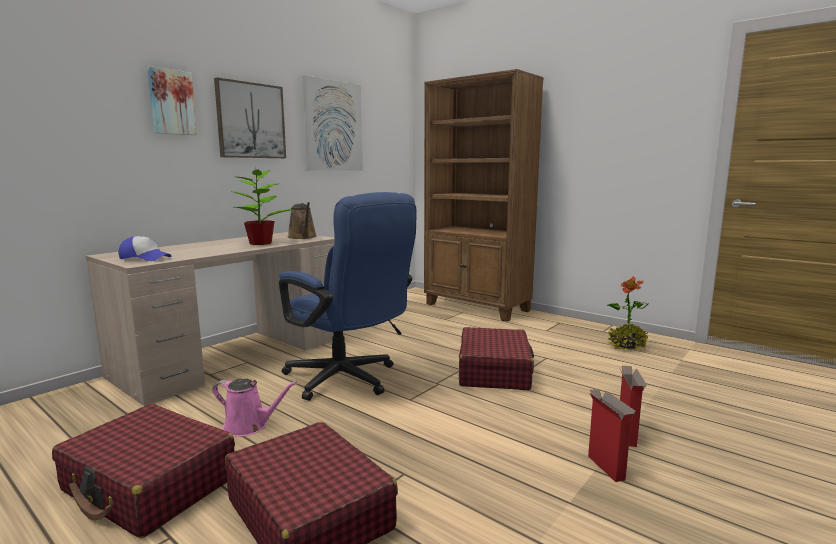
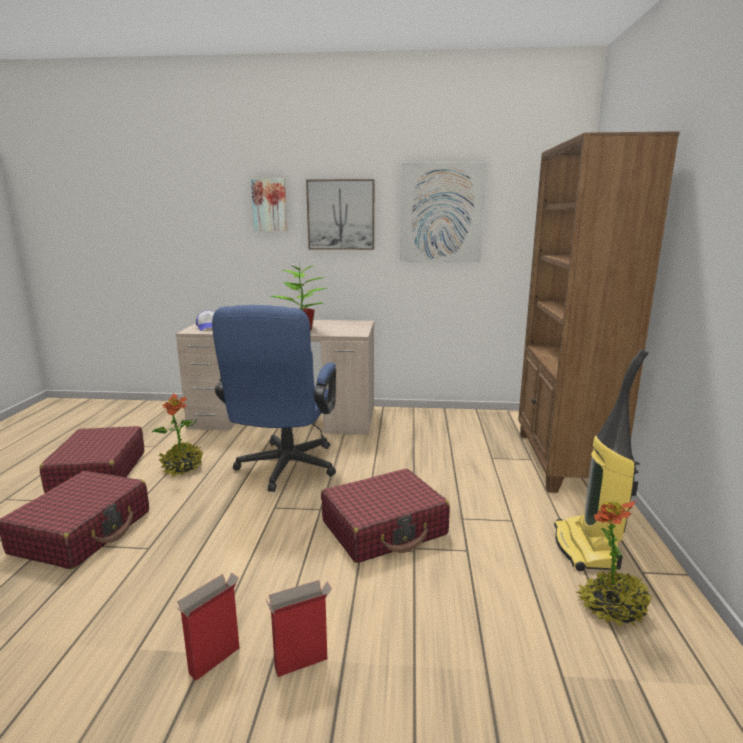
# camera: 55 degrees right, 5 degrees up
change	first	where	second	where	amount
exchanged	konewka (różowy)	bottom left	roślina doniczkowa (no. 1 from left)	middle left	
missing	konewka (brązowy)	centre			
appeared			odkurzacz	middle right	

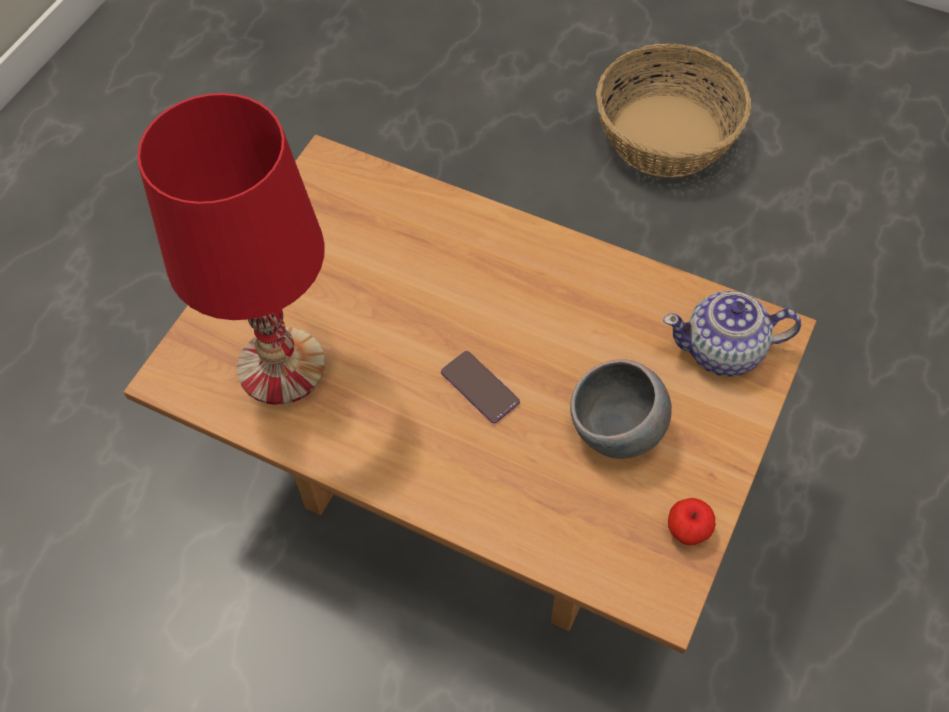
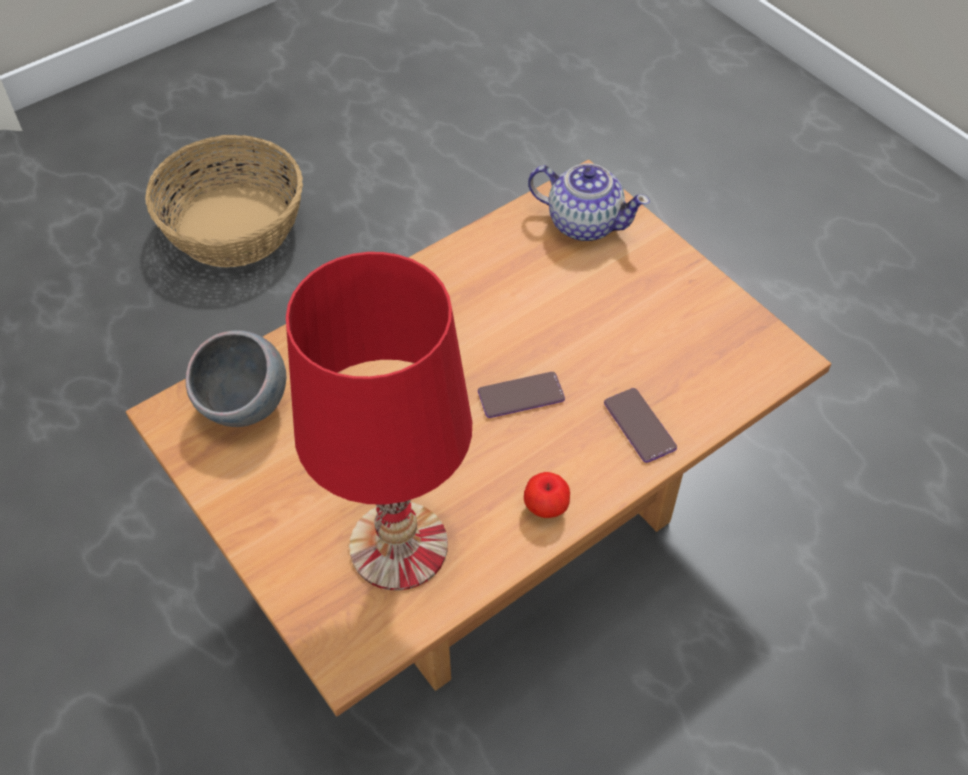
# camera: 65 degrees left, 5 degrees down
change	first	where	second	where	amount
relocated	miska (szary)	centre		middle left	
spun	imbryk	middle right		top centre	90 degrees counterclockwise
relocated	jabłko	bottom right		centre	
appeared			telefon (no. 2 from left)	centre	

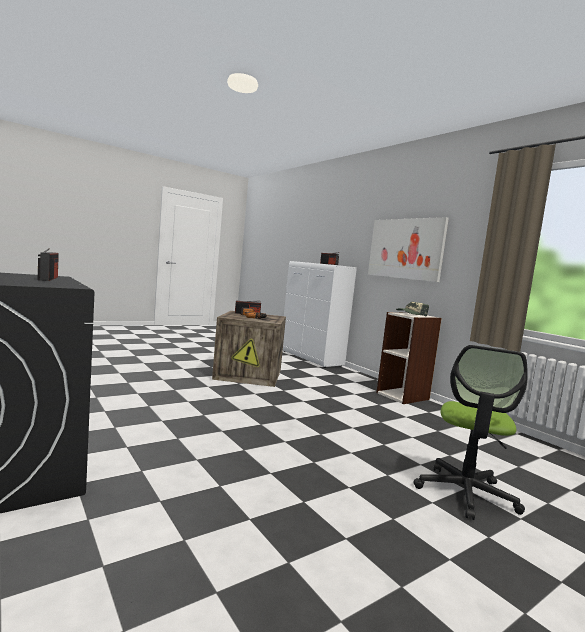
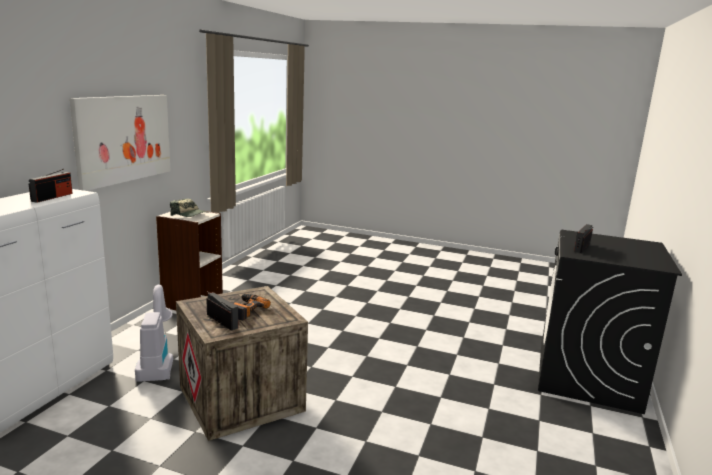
# camera: 125 degrees left, 10 degrees up
change	first	where	second	where	amount
missing	krzesło biurowe	bottom right			
appeared			odkurzacz	bottom left	

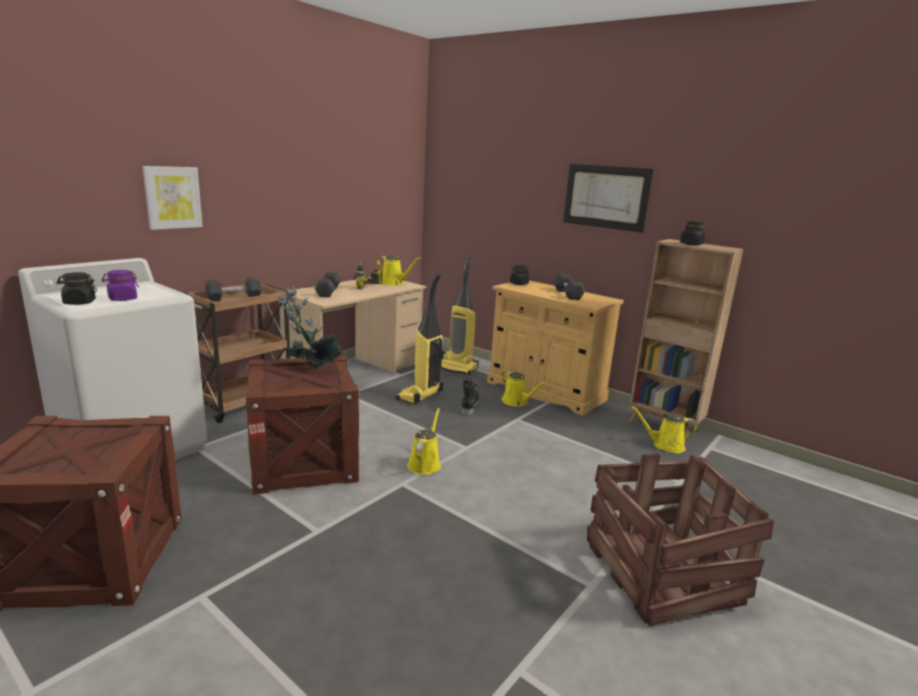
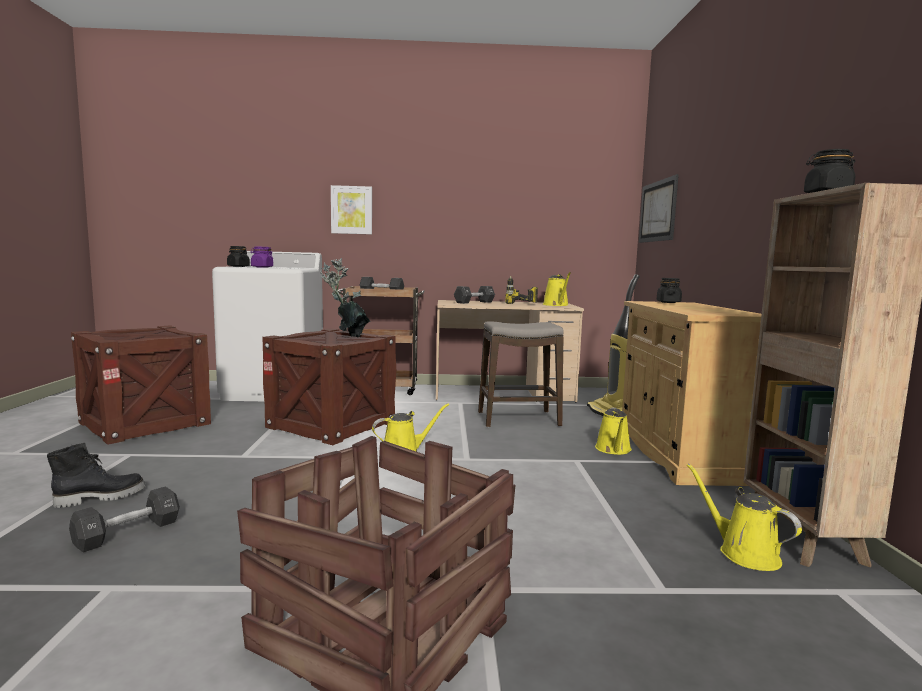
# camera: 50 degrees right, 10 degrees down
change	first	where	second	where	amount
exchanged	odkurzacz (no. 1 from left)	centre	stołek	centre	
relocated	but z cholewką (czarny)	centre		bottom left	
relocated	hantel (czarny) (no. 3 from left in the first image)	centre	hantel (czarny) (no. 1 from left)	bottom left	
relocated	obraz (no. 2 from left)	top centre		top right	

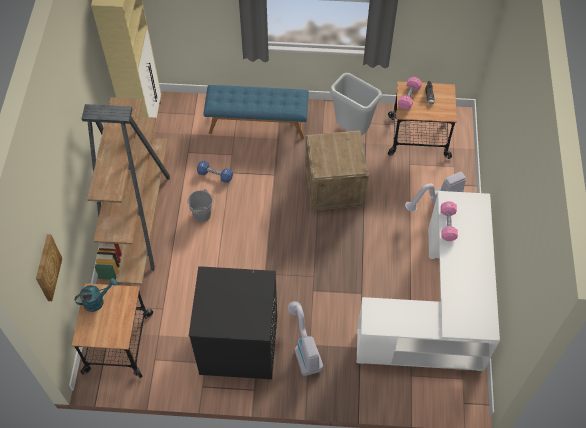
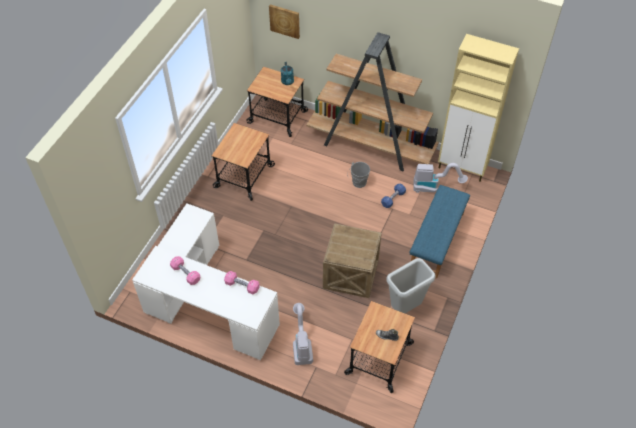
# camera: 110 degrees right, 5 degrees down
change	first	where	second	where	amount
exchanged	pralka (czarny)	bottom centre	wózek (no. 1 from left)	centre	
relocated	odkurzacz (no. 1 from left in the first image)	bottom centre	odkurzacz (no. 2 from left)	middle right	
relocated	hantel (różowy) (no. 1 from left)	top right		middle left	

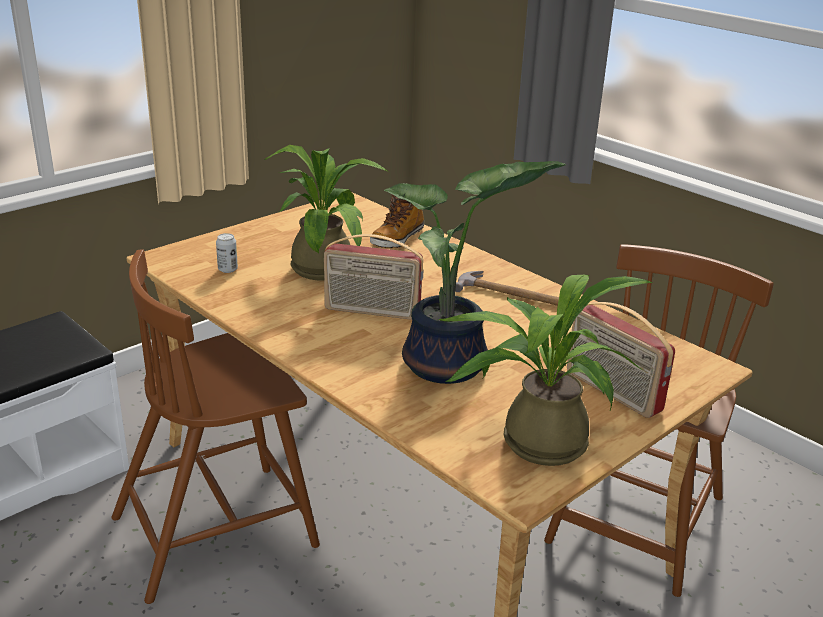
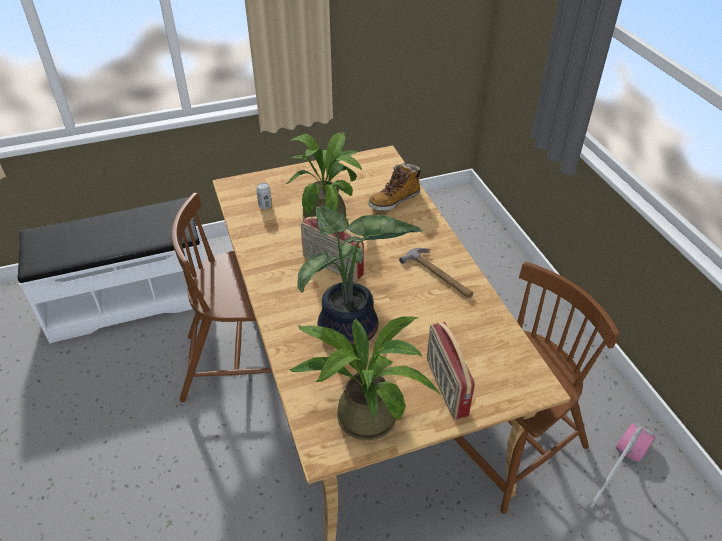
# camera: 25 degrees right, 15 degrees up
change	first	where	second	where	amount
appeared			odkurzacz	bottom right	

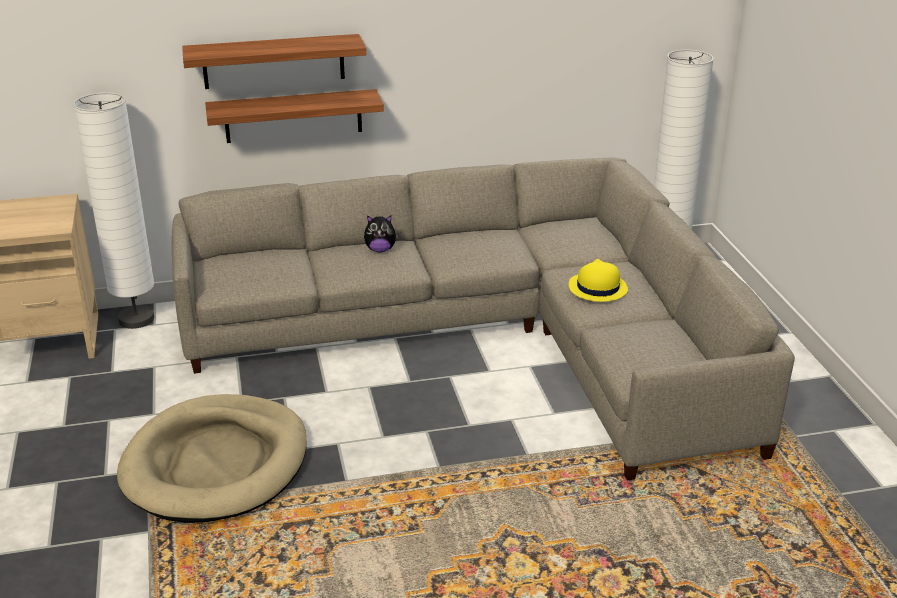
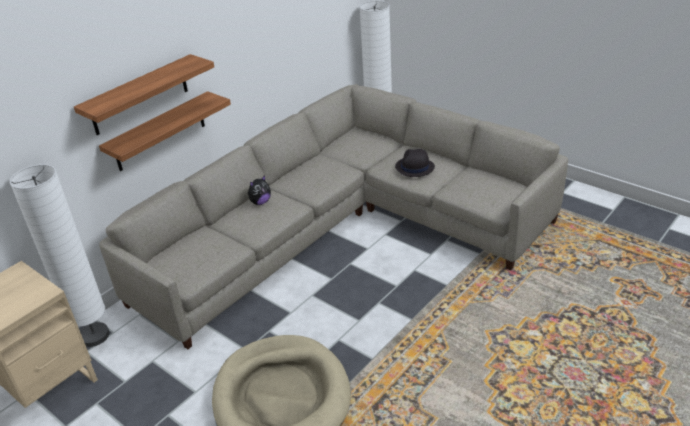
# camera: 35 degrees left, 5 degrees up
change	first	where	second	where	amount
colour	kapelusz (żółty)	middle right	kapelusz (czarny)	centre	

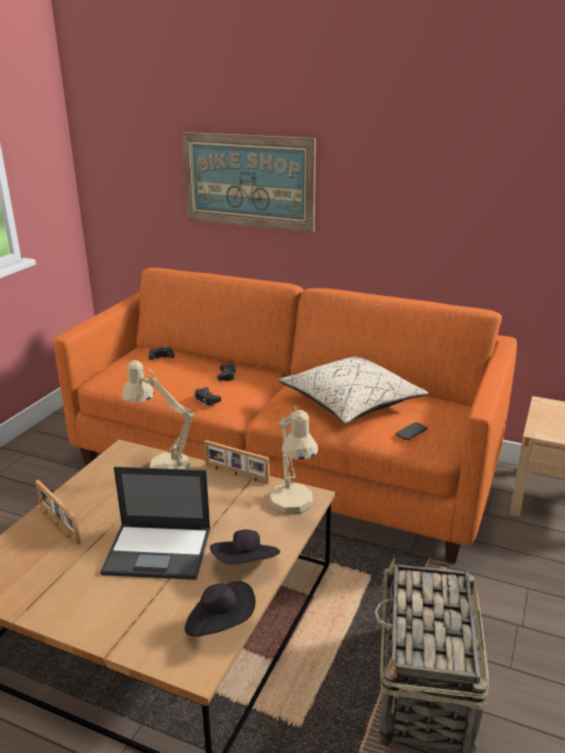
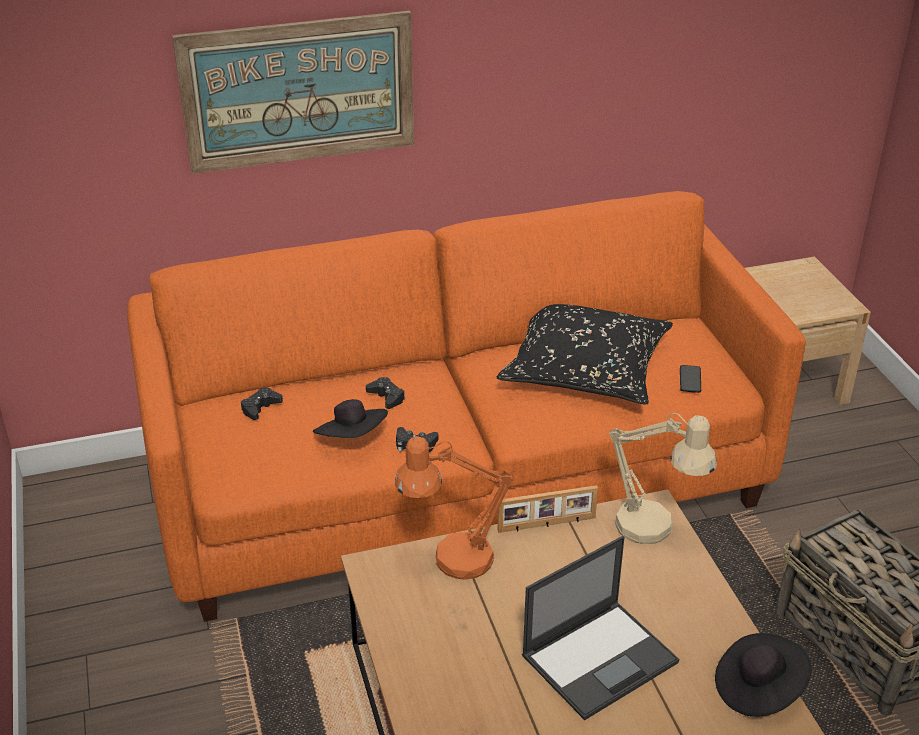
# camera: 40 degrees left, 10 degrees up
change	first	where	second	where	amount
missing	ramka na zdjęcie (no. 1 from left)	bottom left			
colour	lampa stołowa (beżowy) (no. 1 from left)	middle left	lampa stołowa (pomarańczowy)	bottom centre	
relocated	kapelusz (czarny) (no. 2 from left in the first image)	bottom centre	kapelusz (czarny) (no. 1 from left)	centre	
colour	poduszka (beżowy)	centre	poduszka (czarny)	centre	

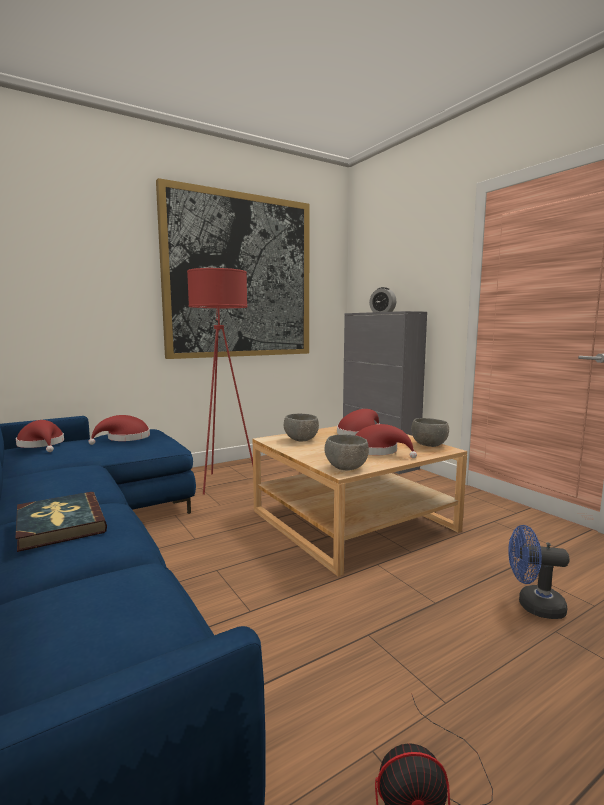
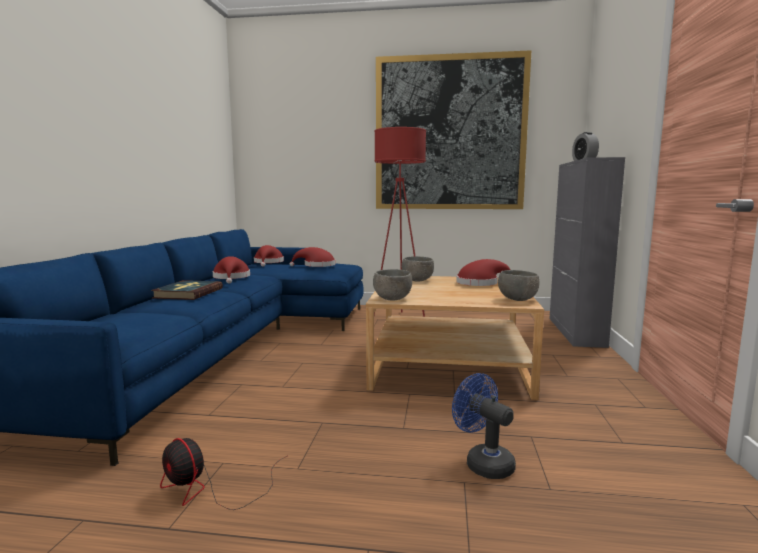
# camera: 40 degrees right, 0 degrees up
change	first	where	second	where	amount
relocated	kapelusz (czerwony) (no. 4 from left in the first image)	centre	kapelusz (czerwony) (no. 1 from left)	middle left	

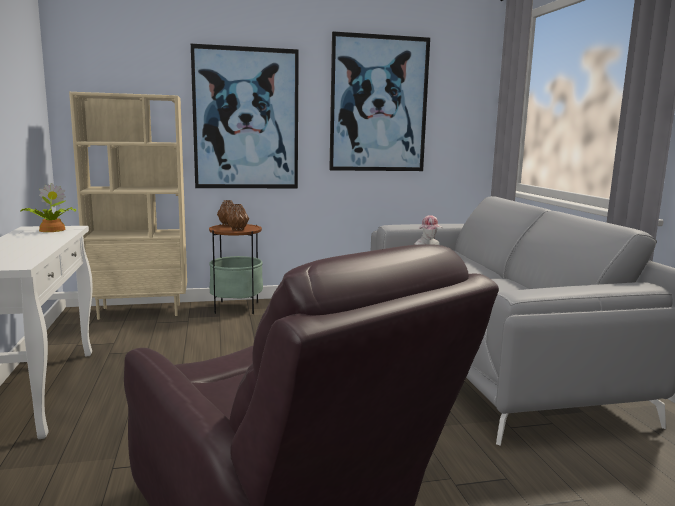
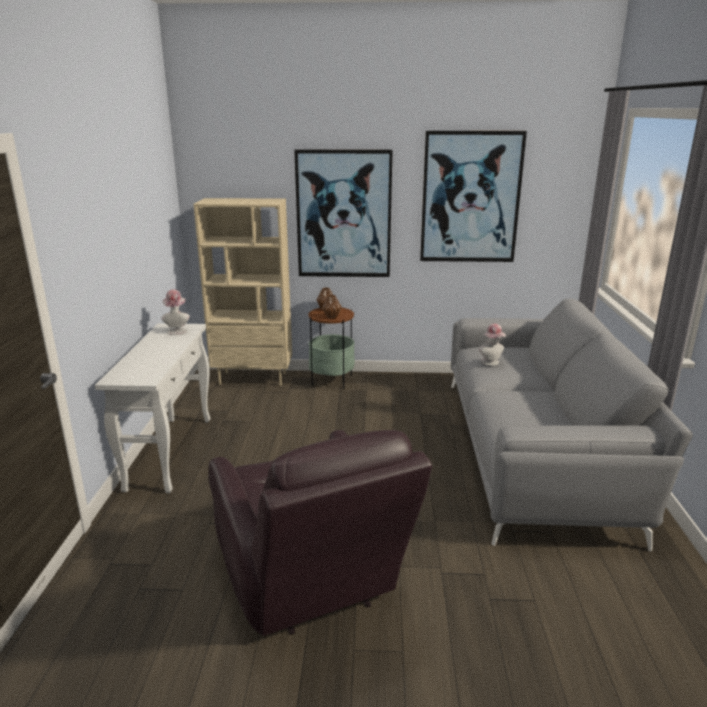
# camera: 15 degrees right, 10 degrees up
change	first	where	second	where	amount
exchanged	roślina doniczkowa	middle left	kapelusz (no. 1 from left)	middle left	

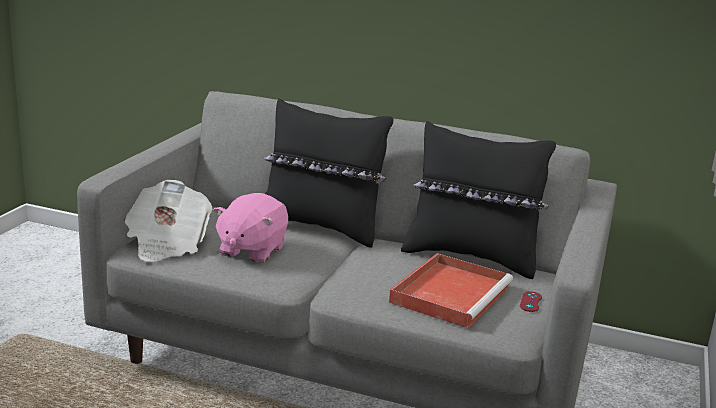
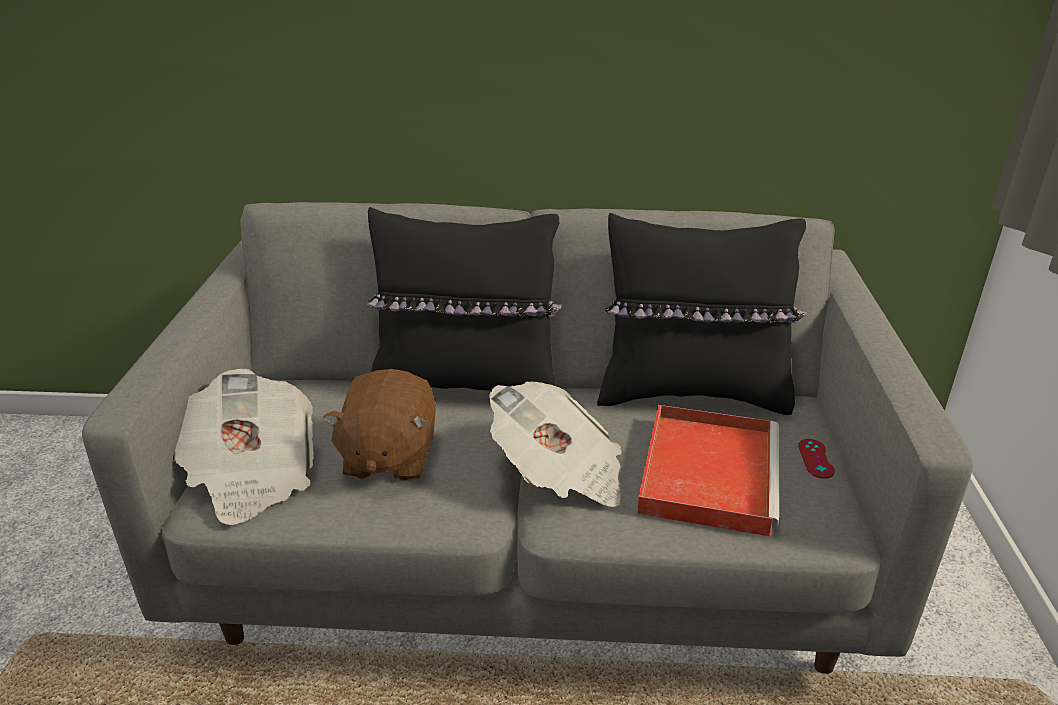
# camera: 15 degrees left, 10 degrees up
change	first	where	second	where	amount
colour	pluszak (różowy)	centre	pluszak (brązowy)	centre	
appeared			gazeta (no. 2 from left)	centre	

